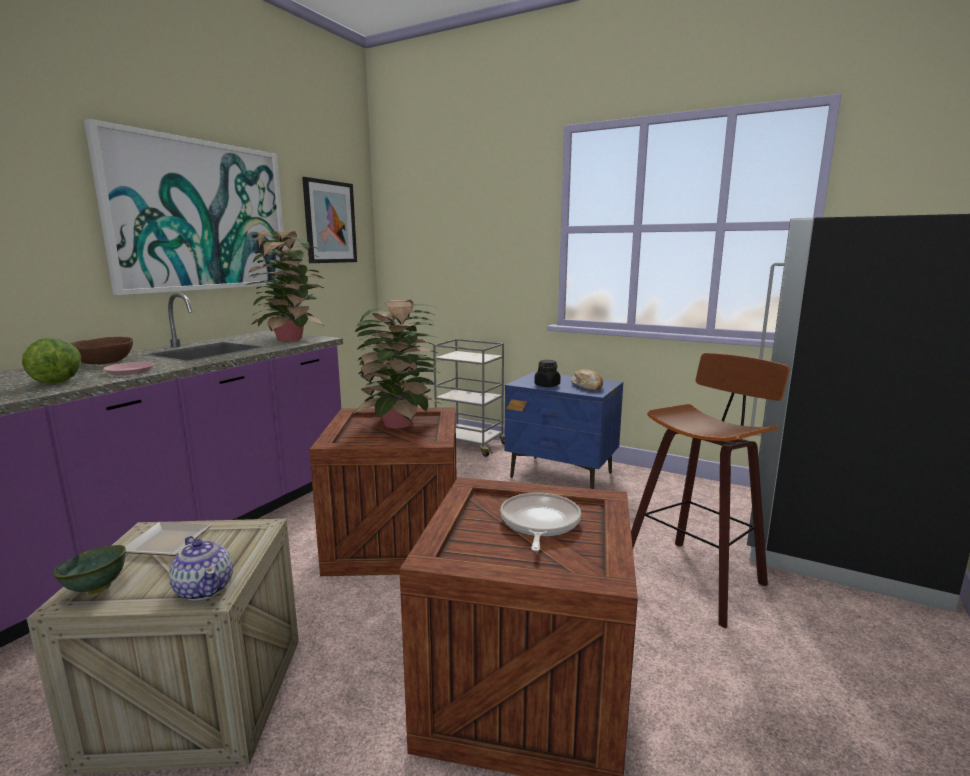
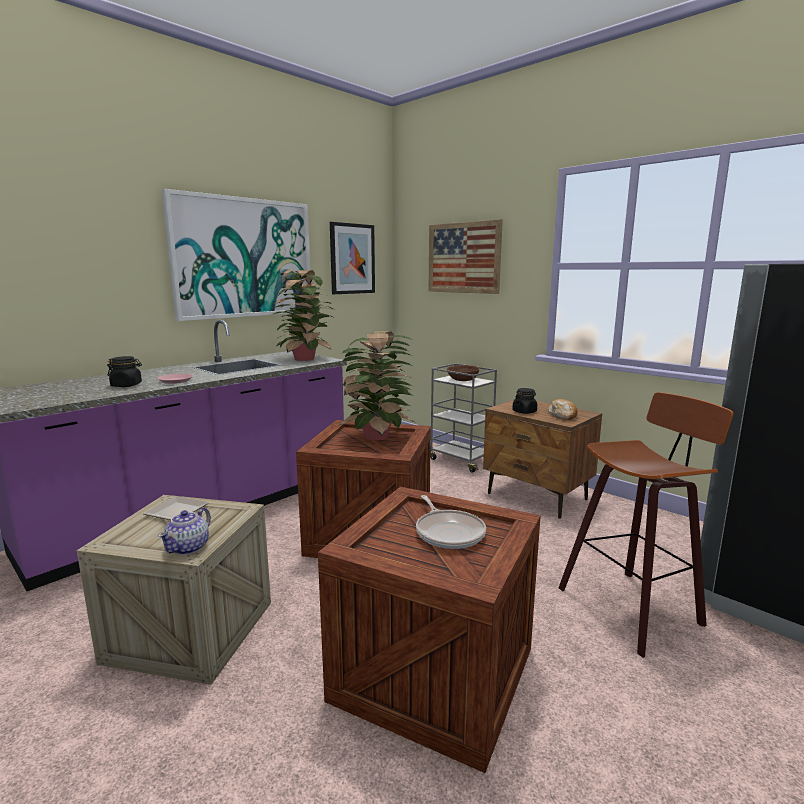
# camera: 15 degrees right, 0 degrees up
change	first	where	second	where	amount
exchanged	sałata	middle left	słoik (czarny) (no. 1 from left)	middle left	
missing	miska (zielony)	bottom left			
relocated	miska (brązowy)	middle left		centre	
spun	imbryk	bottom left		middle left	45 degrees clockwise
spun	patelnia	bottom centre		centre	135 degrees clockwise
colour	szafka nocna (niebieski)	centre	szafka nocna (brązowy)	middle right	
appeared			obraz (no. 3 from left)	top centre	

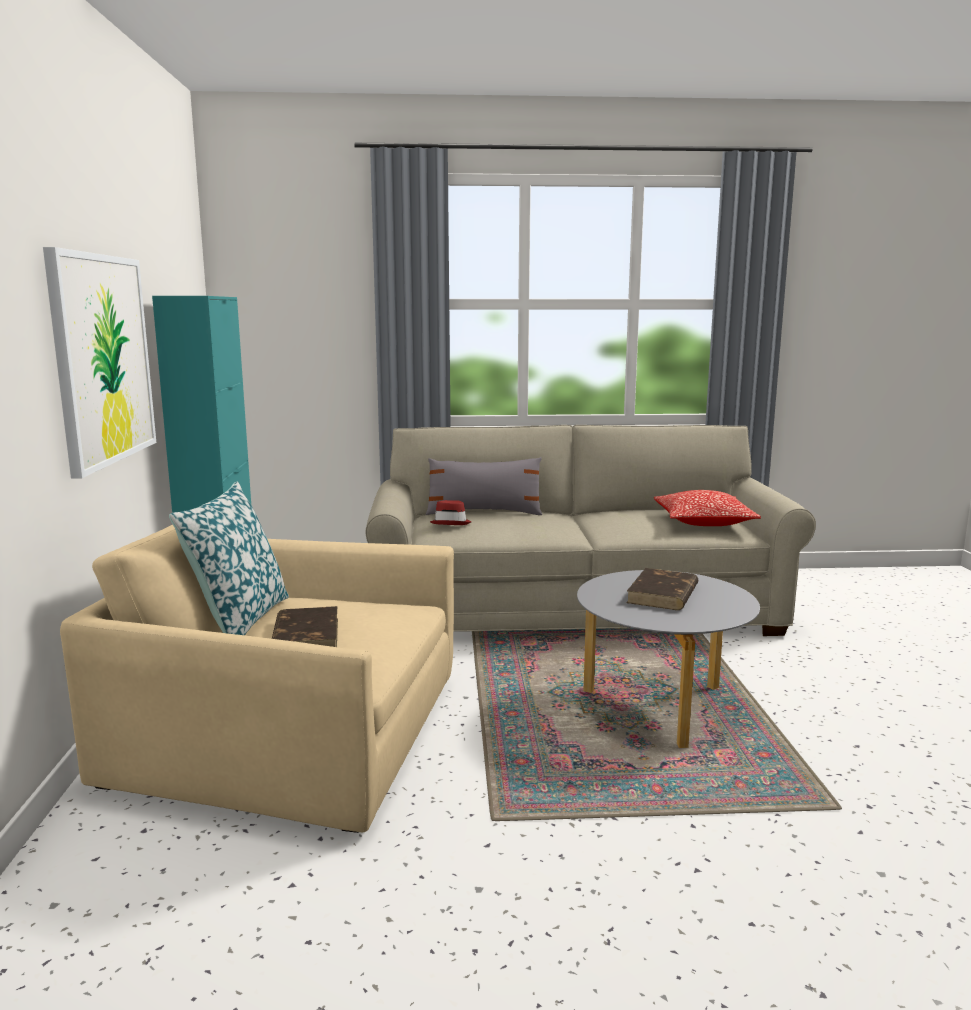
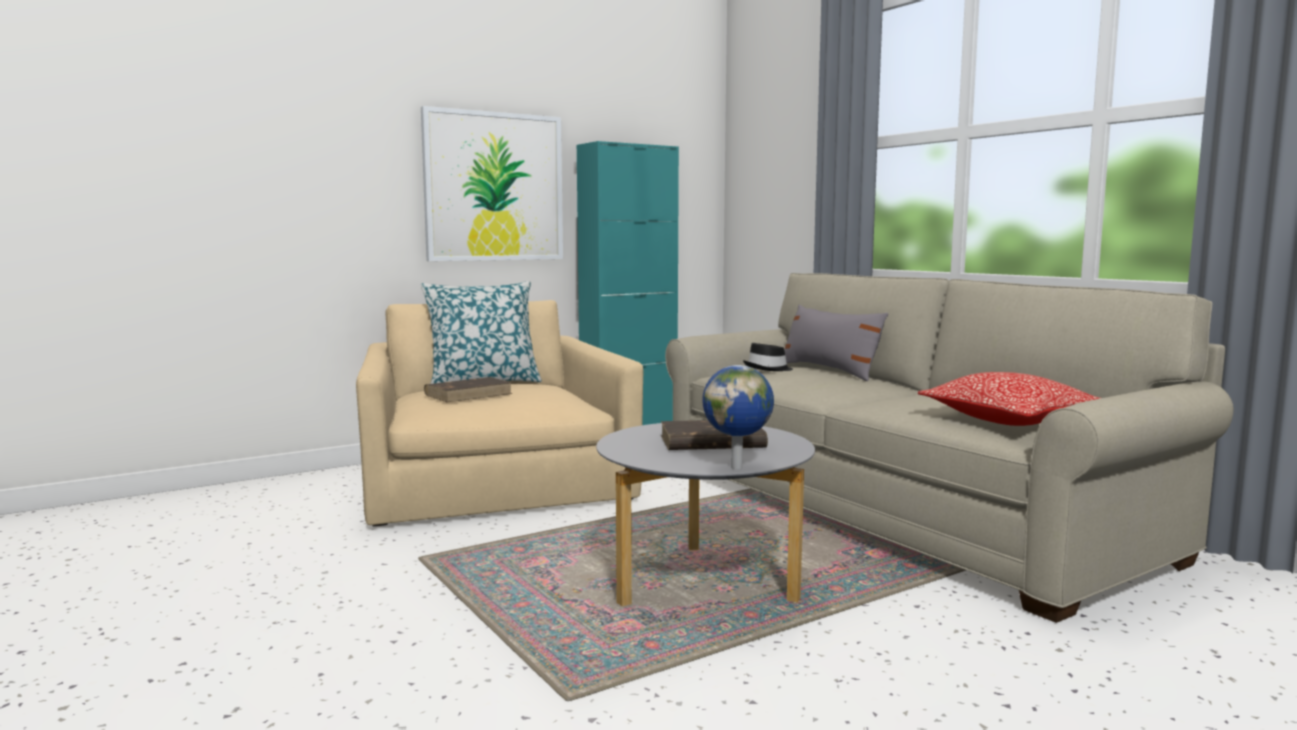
# camera: 60 degrees right, 5 degrees down
change	first	where	second	where	amount
colour	kapelusz (czerwony)	centre	kapelusz (czarny)	centre	
appeared			globus	centre	

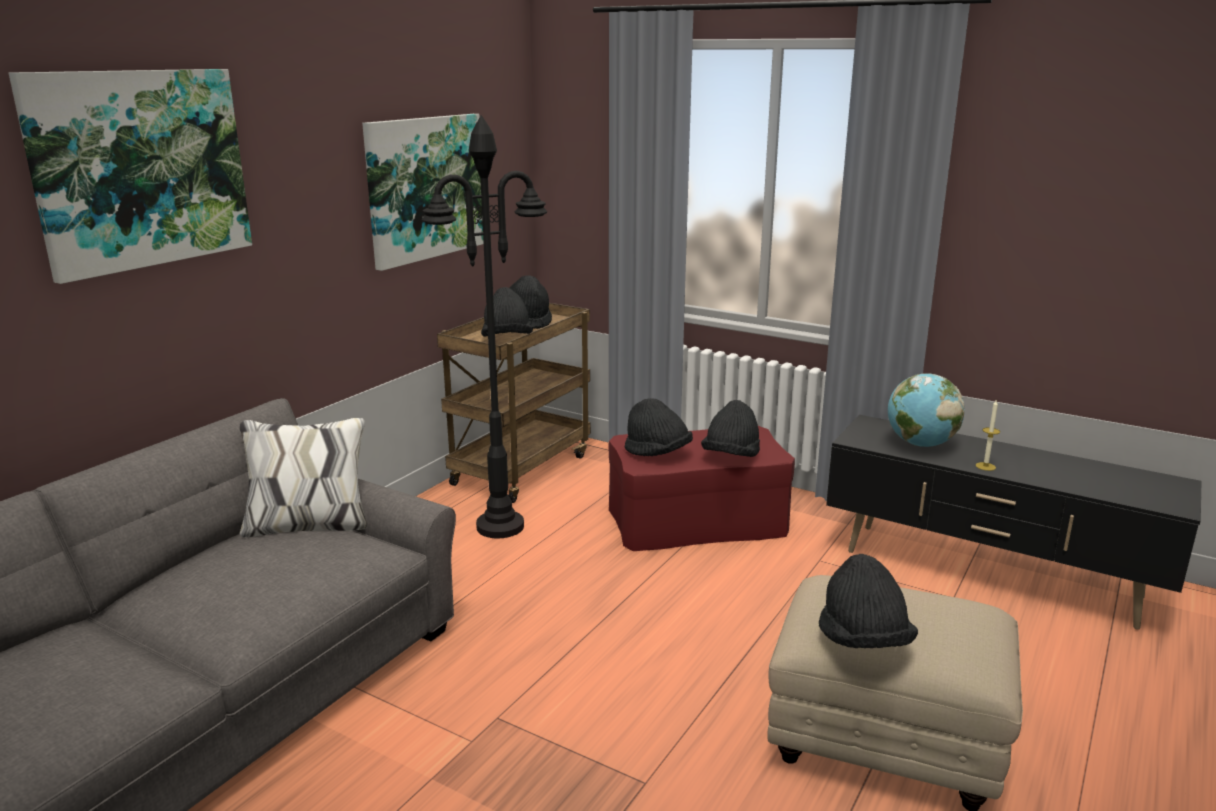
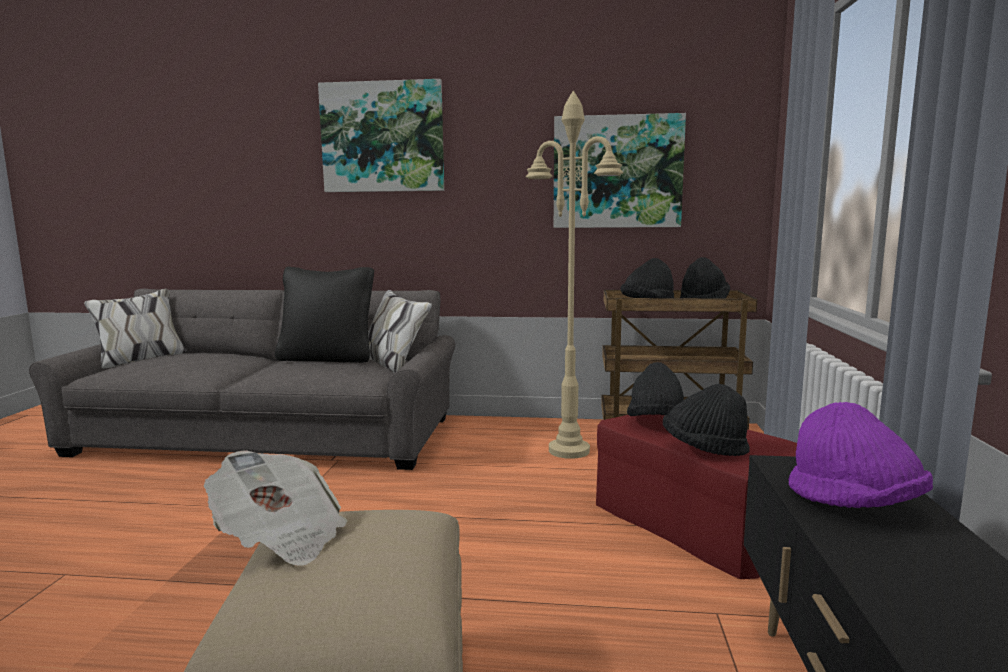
# camera: 65 degrees right, 10 degrees down
change	first	where	second	where	amount
colour	lampa stojąca (czarny)	centre	lampa stojąca (beżowy)	centre	
exchanged	kapelusz (czarny) (no. 5 from left)	bottom right	gazeta	bottom left	
exchanged	globus	middle right	kapelusz (fioletowy)	bottom right	
missing	świeca	middle right			
appeared			poduszka (czarny)	middle left	

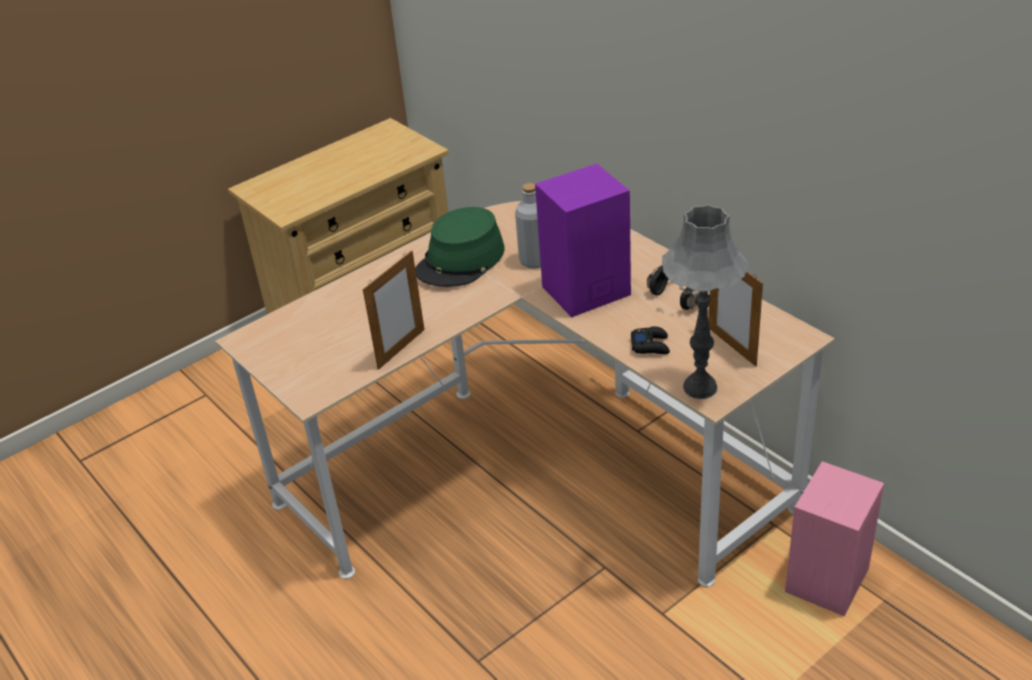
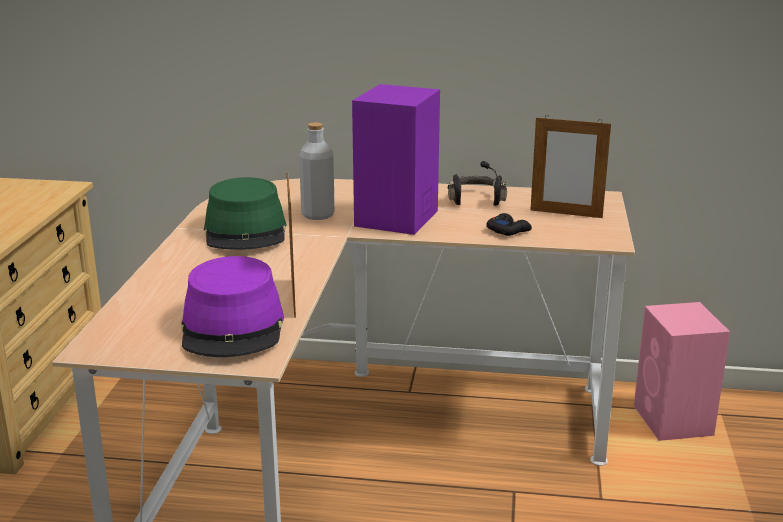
# camera: 45 degrees left, 15 degrees down
change	first	where	second	where	amount
missing	lampa stołowa (szary)	middle right			
appeared			kapelusz (fioletowy)	middle left	

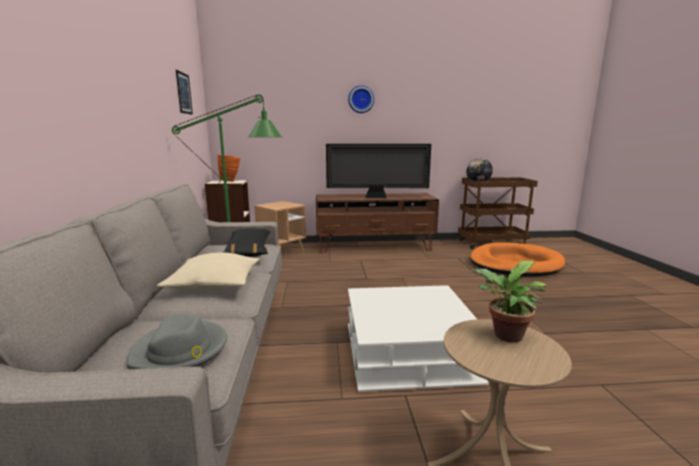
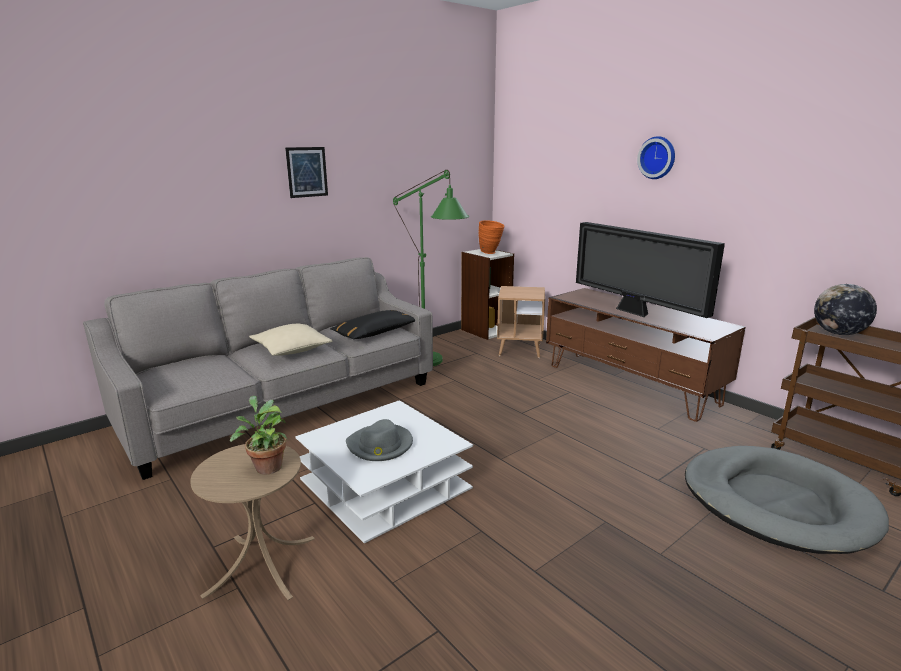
# camera: 55 degrees right, 5 degrees up
change	first	where	second	where	amount
relocated	kapelusz (szary)	bottom left		centre	
relocated	obraz	top left		top centre	
colour	legowisko (pomarańczowy)	middle right	legowisko (szary)	bottom right	

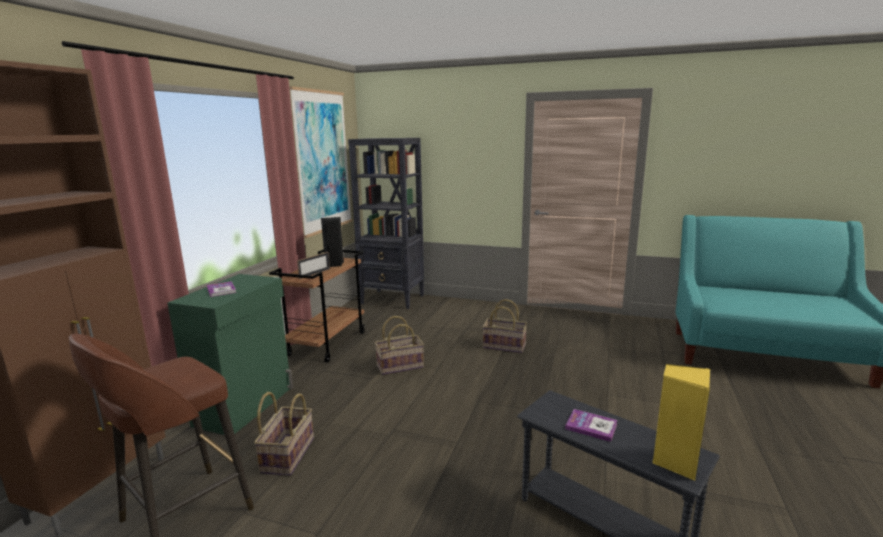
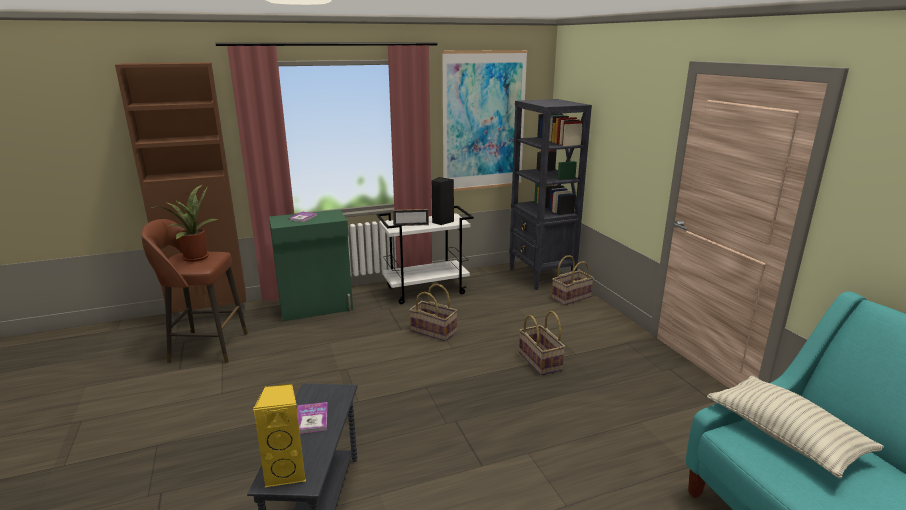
# camera: 50 degrees right, 5 degrees up
change	first	where	second	where	amount
relocated	koszyk (no. 1 from left in the first image)	bottom left	koszyk (no. 3 from left)	centre	
colour	wózek (brązowy)	centre	wózek (biały)	centre	
appeared			roślina doniczkowa	middle left	
appeared			poduszka	bottom right	

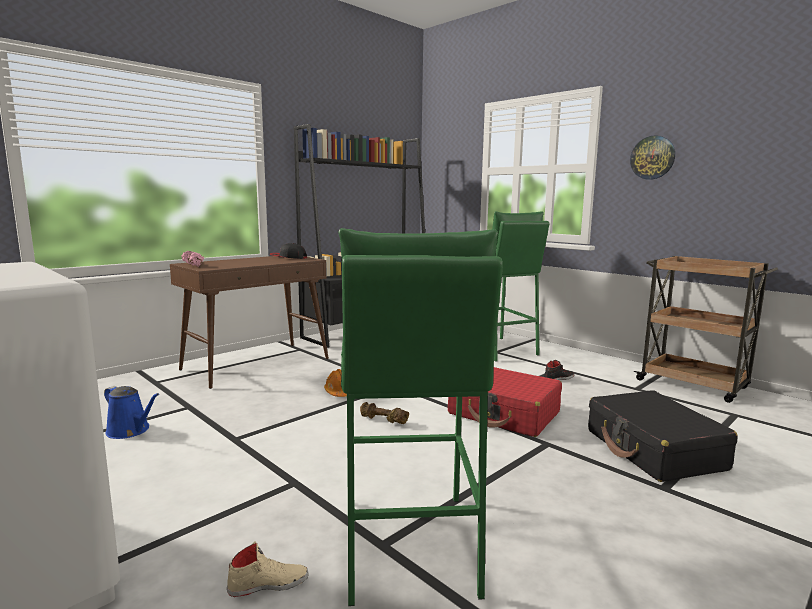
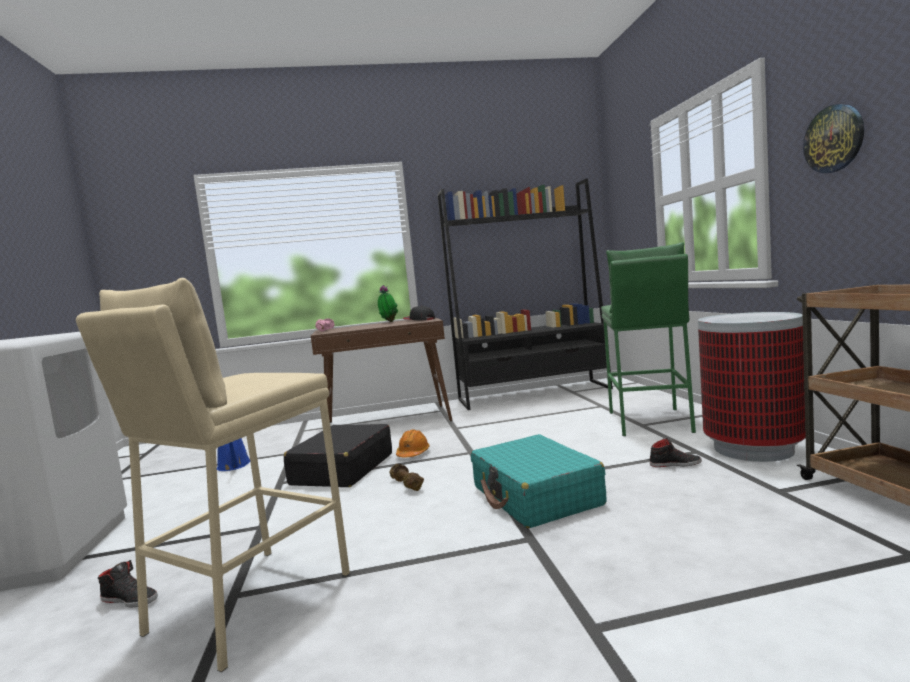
# camera: 35 degrees right, 5 degrees down
change	first	where	second	where	amount
colour	but (beżowy)	bottom left	but (czarny) (no. 1 from left)	bottom left	
colour	stołek (zielony) (no. 1 from left)	bottom centre	stołek (beżowy)	bottom left	
colour	walizka (czerwony)	centre	walizka (turkusowy)	bottom centre	
relocated	walizka (czarny)	bottom right		bottom centre	
appeared			roślina doniczkowa	centre	
appeared			kosz na śmieci	middle right	

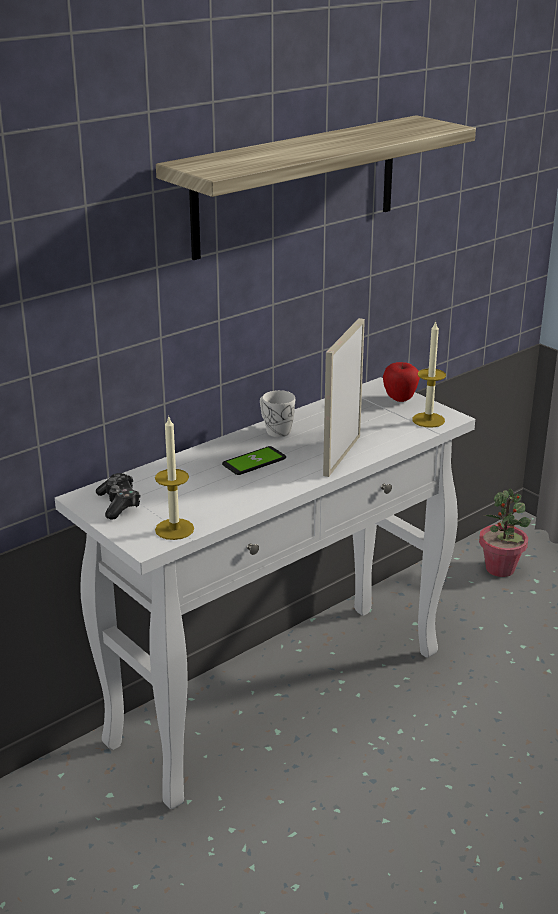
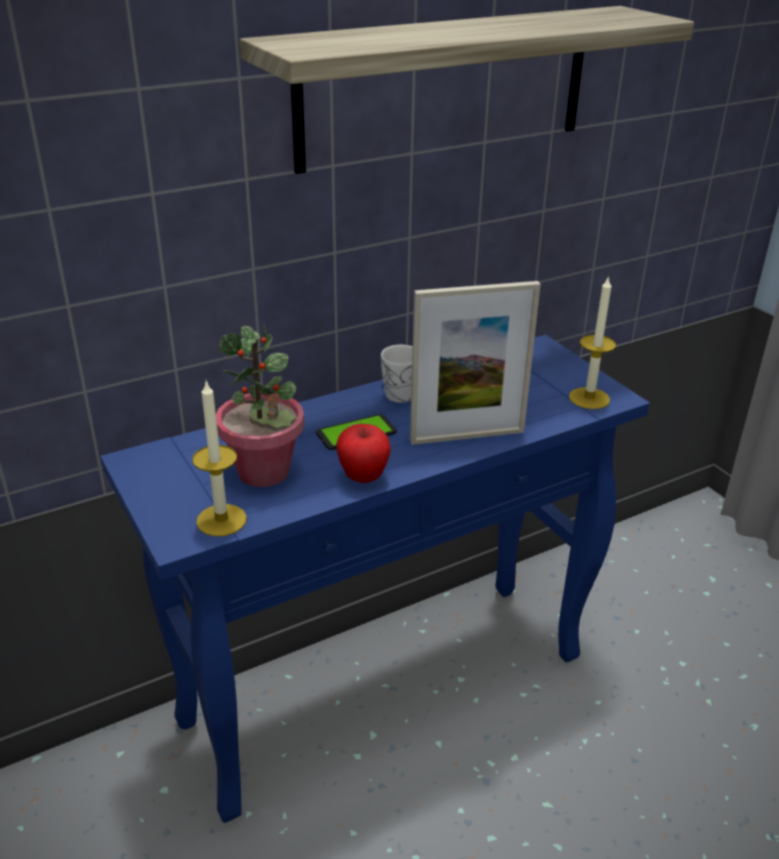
# camera: 10 degrees right, 5 degrees up
change	first	where	second	where	amount
colour	stolik konsolowy (biały)	centre	stolik konsolowy (niebieski)	bottom centre	
missing	pad do gier	middle left			
spun	ramka na zdjęcie	centre		centre	135 degrees counterclockwise
relocated	jabłko	middle right		centre	
relocated	roślina doniczkowa	middle right		centre	

